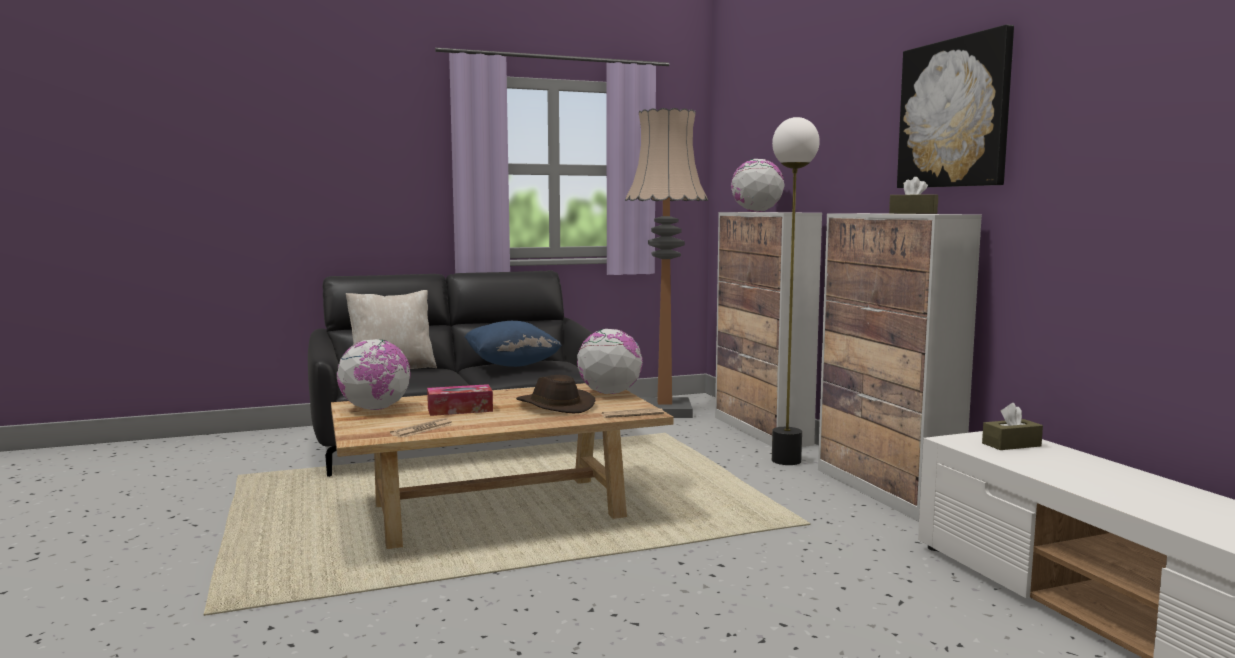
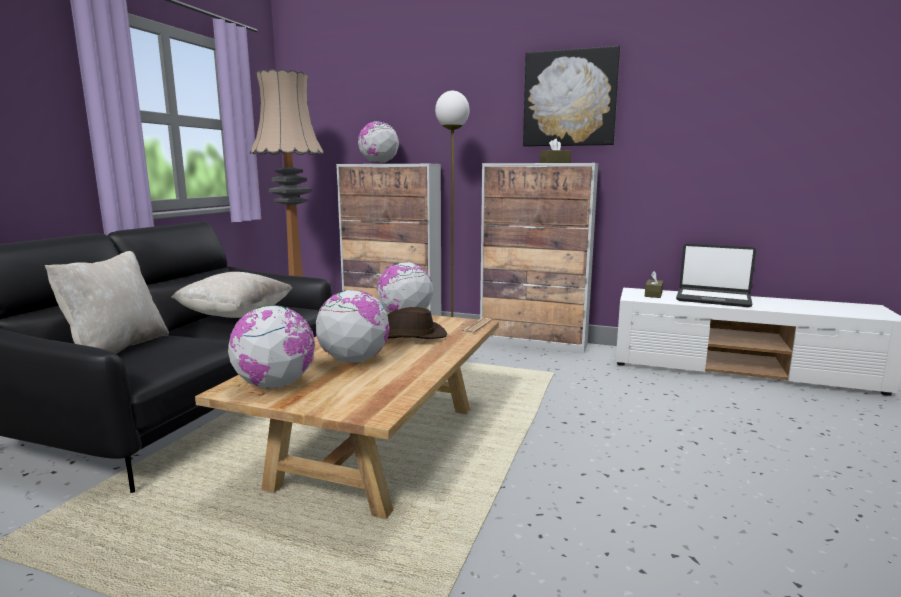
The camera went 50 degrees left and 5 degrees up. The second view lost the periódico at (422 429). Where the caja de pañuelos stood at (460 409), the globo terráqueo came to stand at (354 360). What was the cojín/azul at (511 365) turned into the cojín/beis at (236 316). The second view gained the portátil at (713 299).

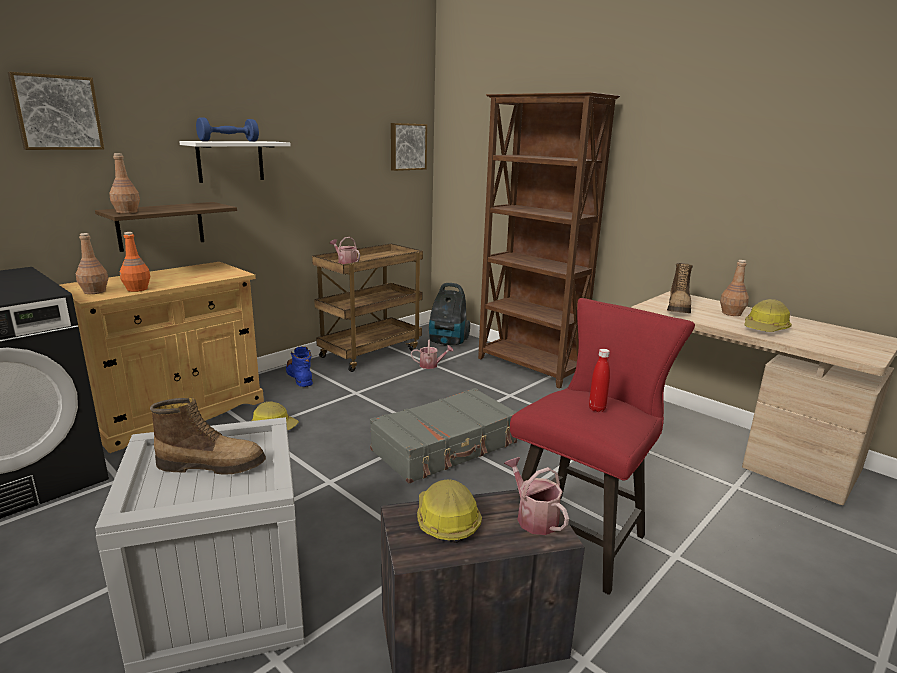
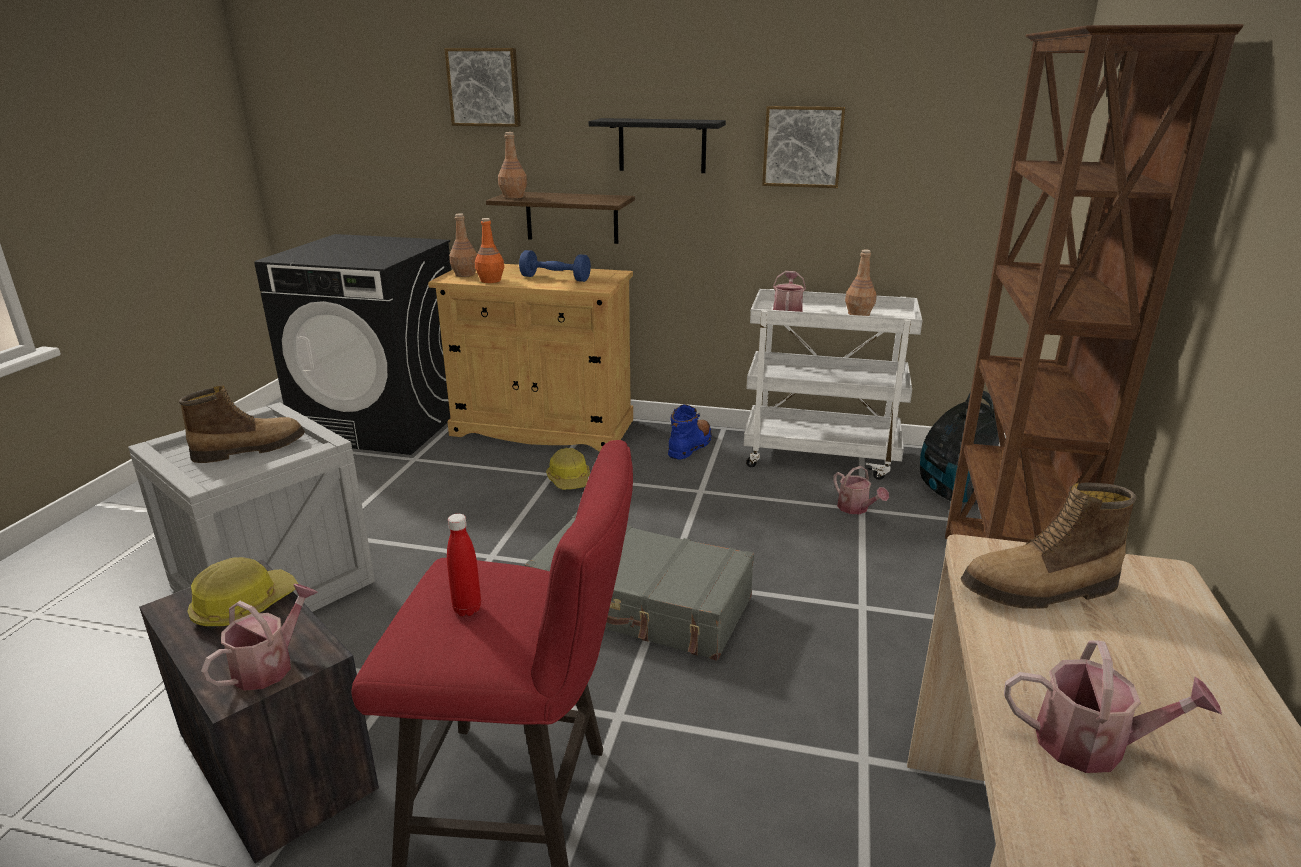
The camera went 60 degrees right and 5 degrees up. The bota at (212 465) ended up facing another way, 90 degrees counterclockwise from before. What was the estante/blanco at (230 161) turned into the estante/negro at (662 145). The mancuerna/azul ended up elsewhere, having gone from (229 141) to (555 278). What was the carrito/marrón at (370 352) turned into the carrito/blanco at (821 456). The cuadro ended up elsewhere, having gone from (407 146) to (803 146). The botella/marrón ended up elsewhere, having gone from (731 313) to (859 314). Where the casco stood at (765 328), the regadera came to stand at (1092 744).

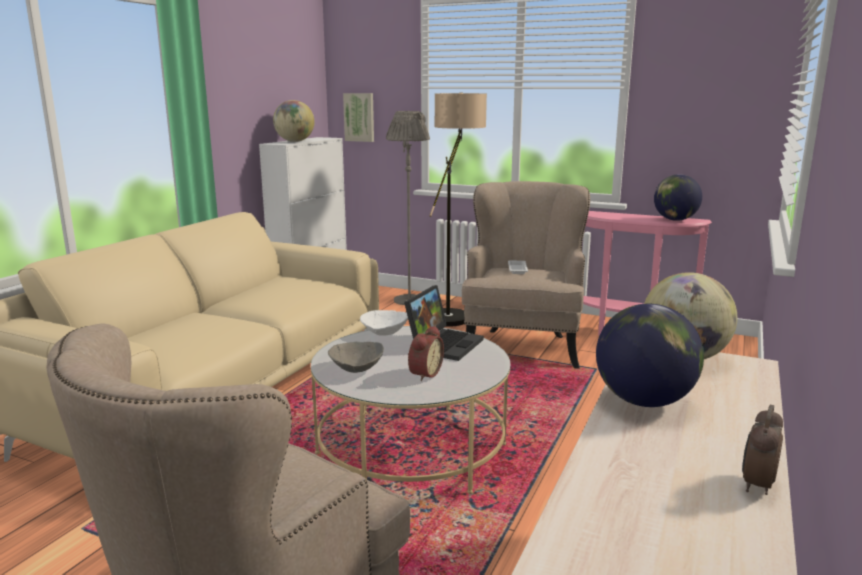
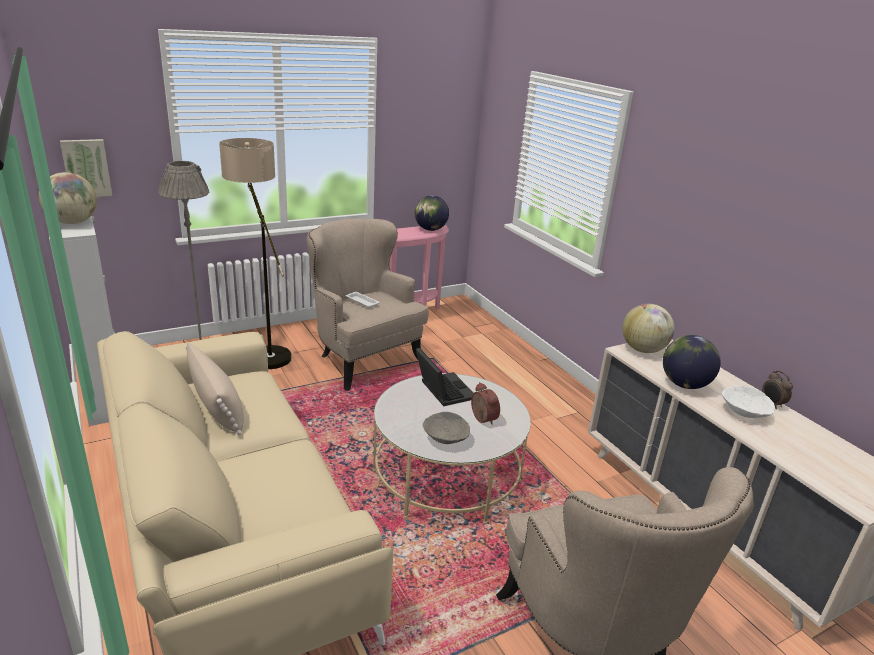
The camera went 55 degrees left and 10 degrees up. The cuenco/blanco ended up elsewhere, having gone from (385 333) to (744 413). The second view gained the cojín/beis at (217 406).

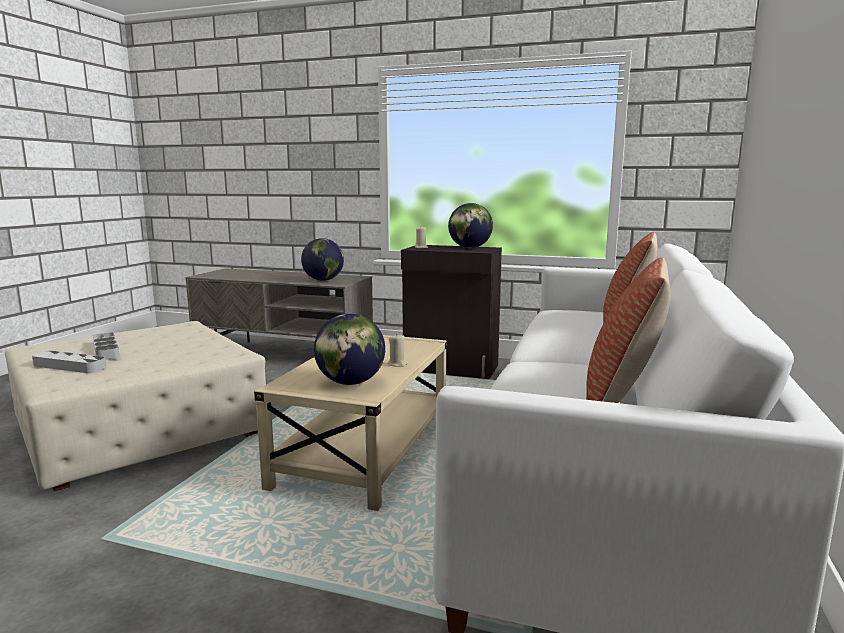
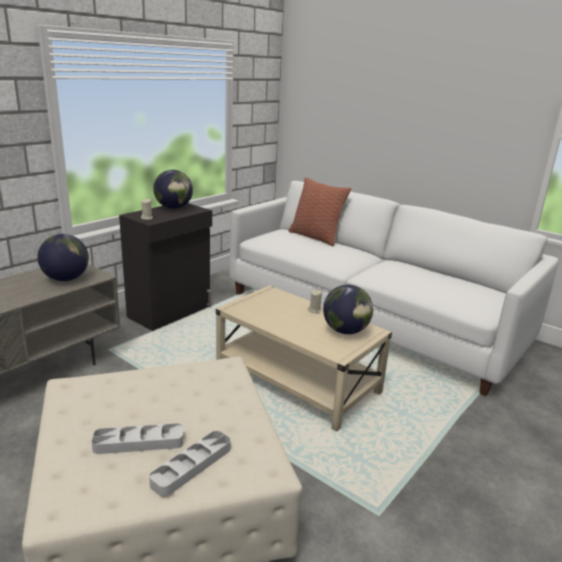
The camera went 70 degrees left and 10 degrees up. The second view lost the cojín at (622 401).

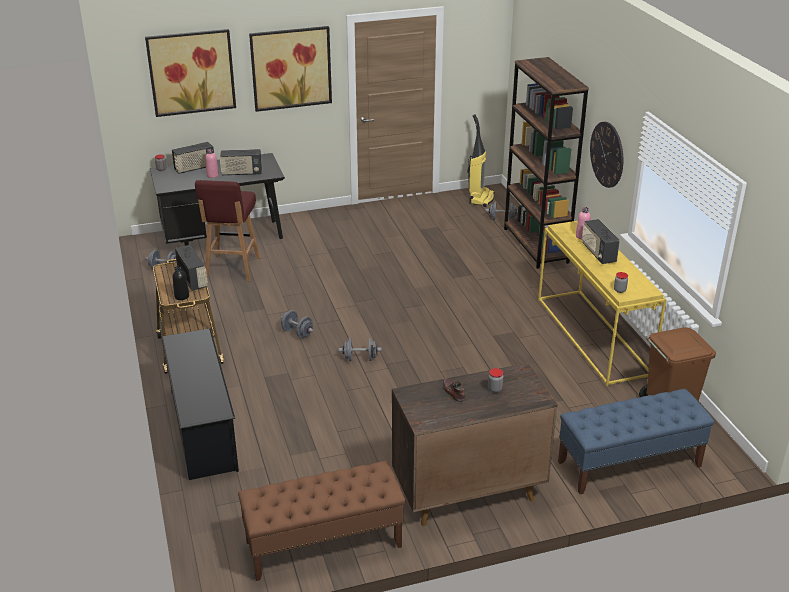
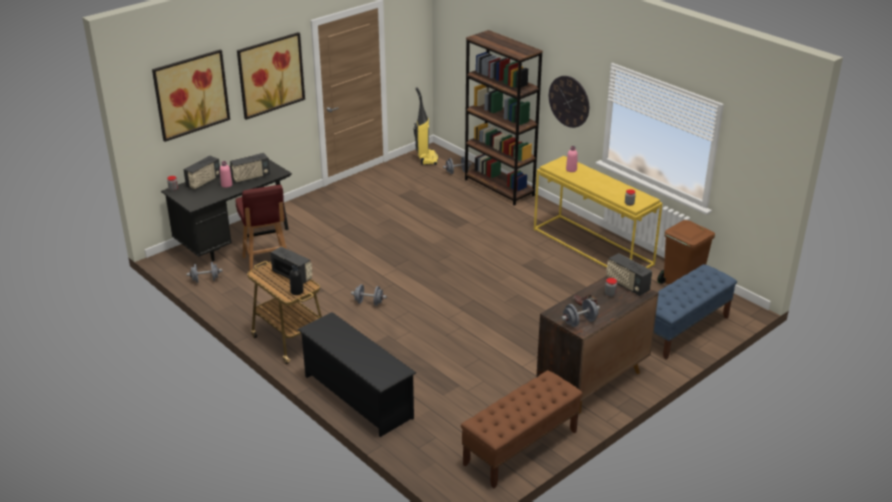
The camera went 25 degrees left and 0 degrees up. The mancuerna/gris ended up elsewhere, having gone from (360 358) to (579 322). The radio ended up elsewhere, having gone from (598 253) to (627 285).

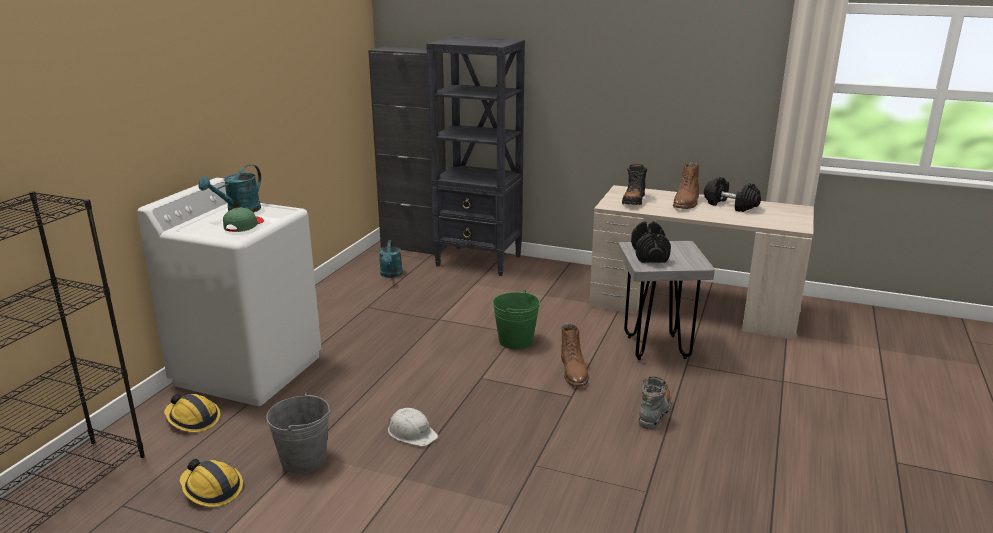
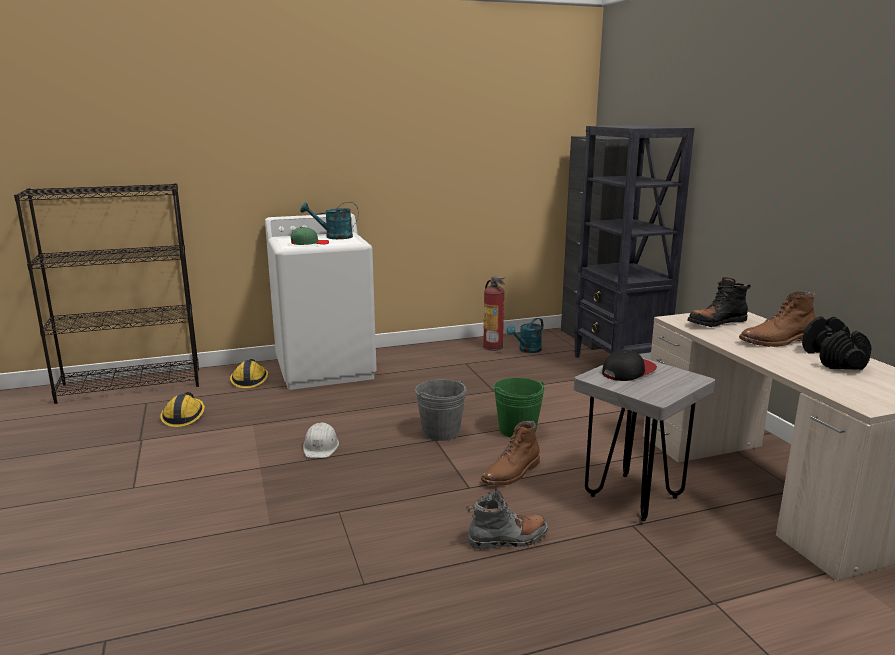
The camera went 50 degrees right and 5 degrees down. The cubo/gris ended up elsewhere, having gone from (303 459) to (441 432). Where the mancuerna/negro stood at (649 254), the gorra came to stand at (628 372). The second view gained the extintor at (493 347).

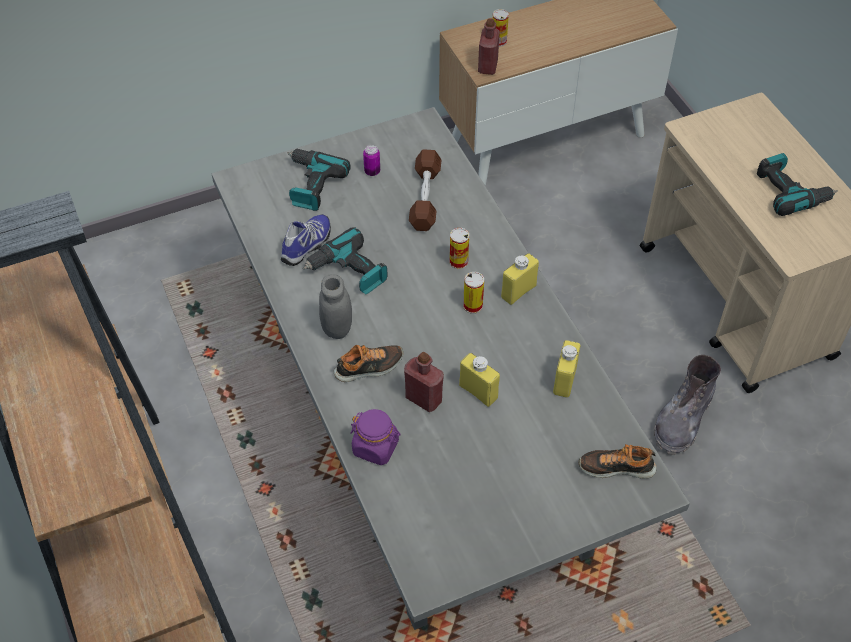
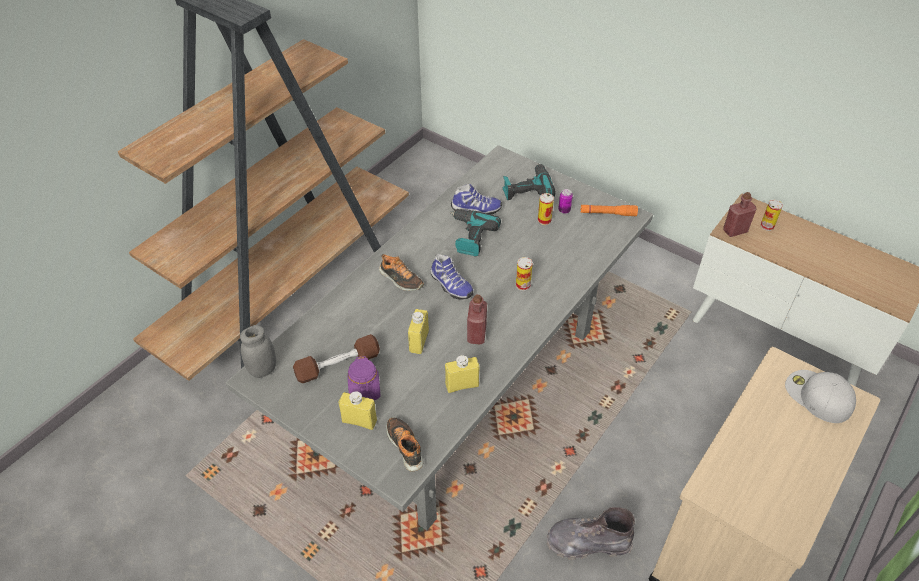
The camera went 60 degrees right and 5 degrees down. The tarro/gris ended up elsewhere, having gone from (337 328) to (263 370). The tarro/morado ended up elsewhere, having gone from (376 447) to (365 390). The botella/rojo ended up elsewhere, having gone from (423 398) to (476 334). The mancuerna/marrón ended up elsewhere, having gone from (425 198) to (338 365). The lata ended up elsewhere, having gone from (473 306) to (544 220). The botella/amarillo ended up elsewhere, having gone from (518 291) to (359 421). The second view lost the taladro at (790 192). The second view gained the zapato at (450 285). The second view gained the linterna/naranja at (608 213). The second view gained the gorra/blanco at (817 396).

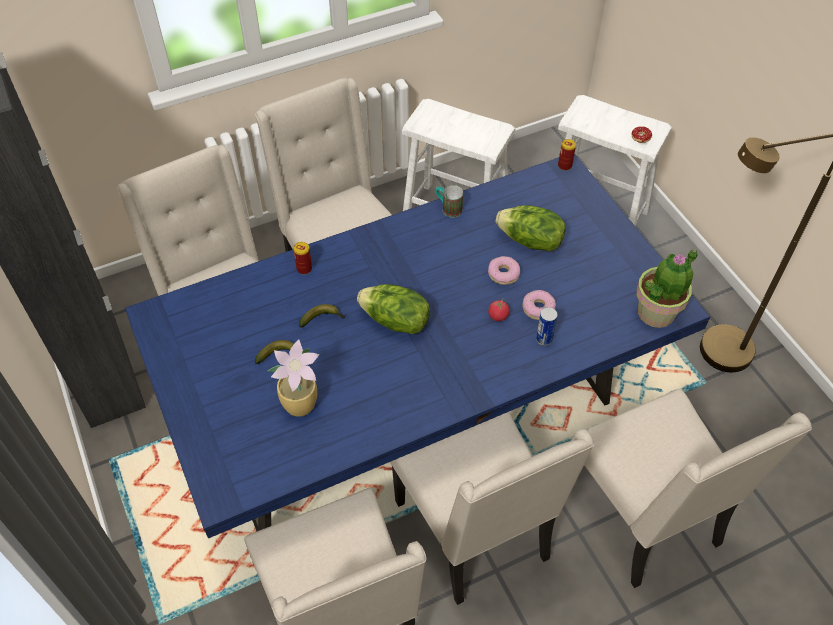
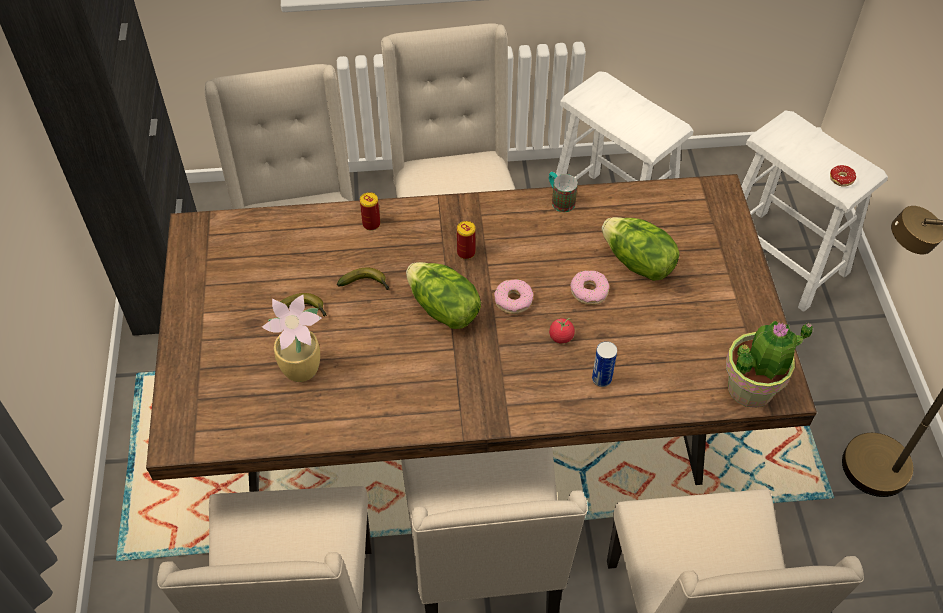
The camera went 20 degrees right and 0 degrees up. What was the mesa de comedor/azul at (415 421) turned into the mesa de comedor/marrón at (469 434). The rosquilla ended up elsewhere, having gone from (538 308) to (513 300). The lata ended up elsewhere, having gone from (564 166) to (466 252).

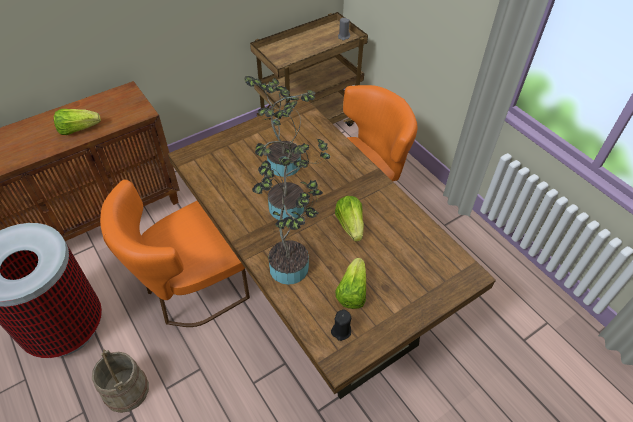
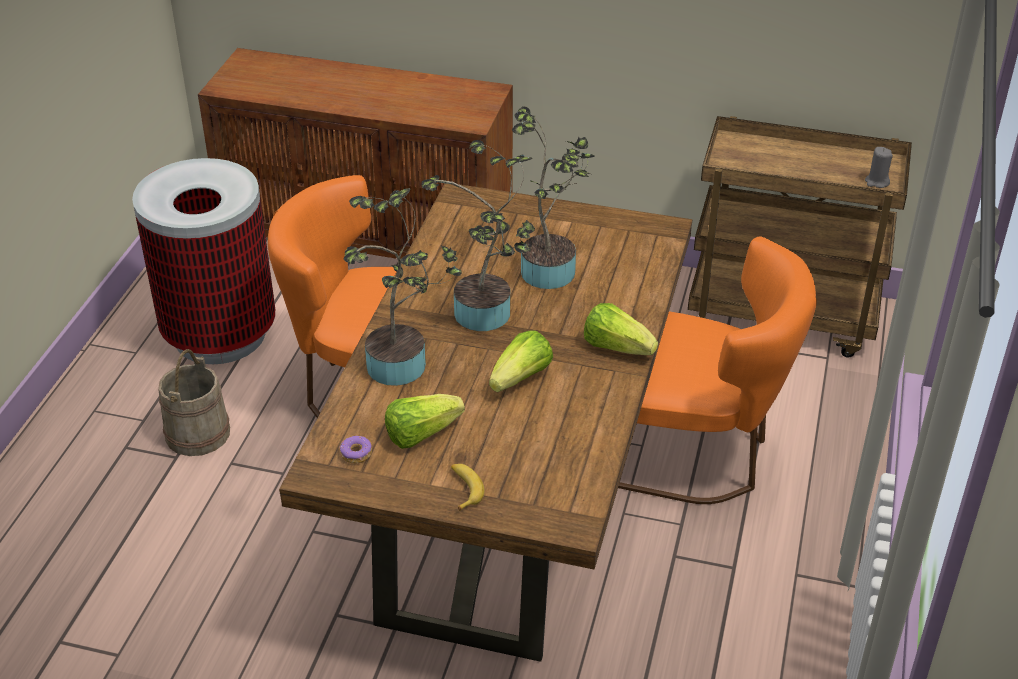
The camera went 50 degrees right and 10 degrees down. The lechuga ended up elsewhere, having gone from (78 129) to (616 347). Where the vela/negro stood at (341 331), the rosquilla came to stand at (356 454). The second view gained the plátano at (464 489).

